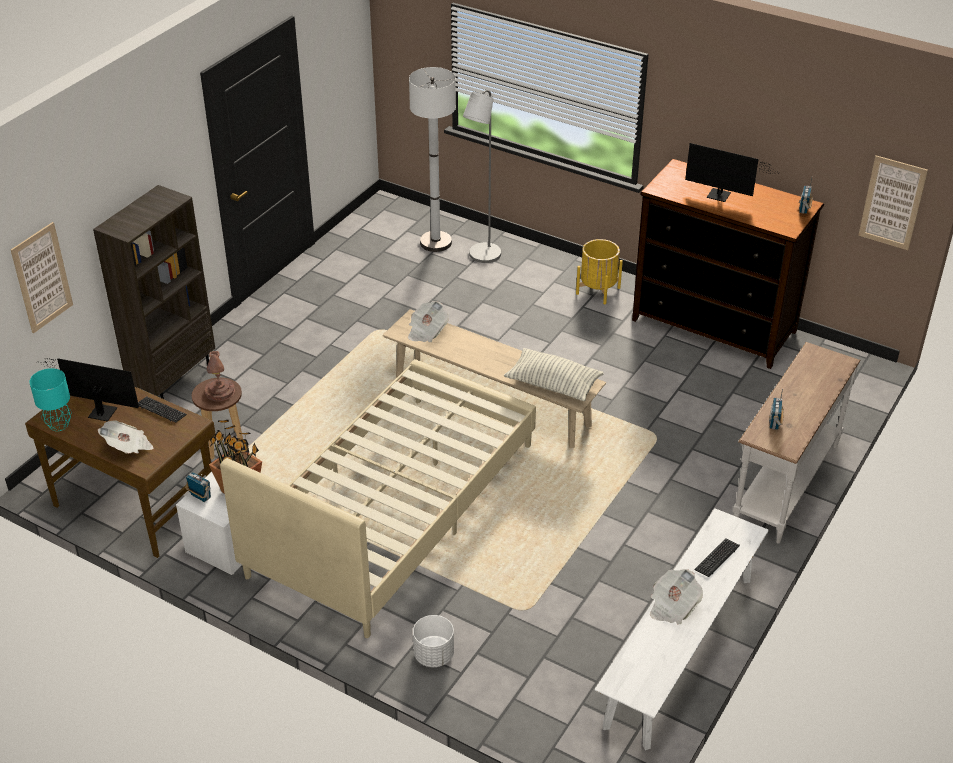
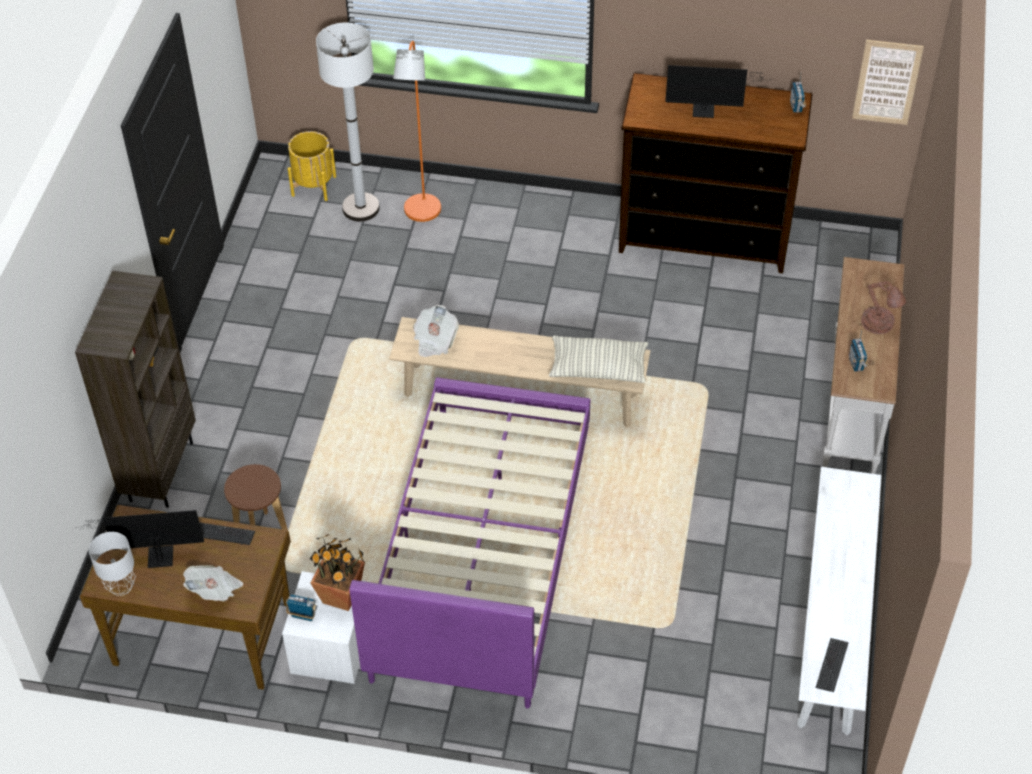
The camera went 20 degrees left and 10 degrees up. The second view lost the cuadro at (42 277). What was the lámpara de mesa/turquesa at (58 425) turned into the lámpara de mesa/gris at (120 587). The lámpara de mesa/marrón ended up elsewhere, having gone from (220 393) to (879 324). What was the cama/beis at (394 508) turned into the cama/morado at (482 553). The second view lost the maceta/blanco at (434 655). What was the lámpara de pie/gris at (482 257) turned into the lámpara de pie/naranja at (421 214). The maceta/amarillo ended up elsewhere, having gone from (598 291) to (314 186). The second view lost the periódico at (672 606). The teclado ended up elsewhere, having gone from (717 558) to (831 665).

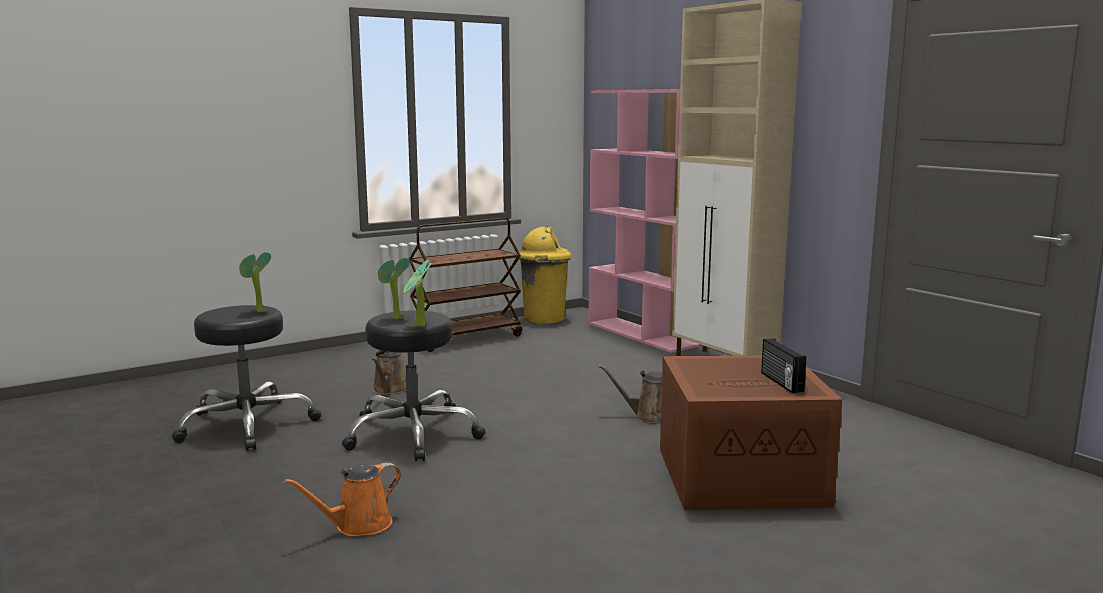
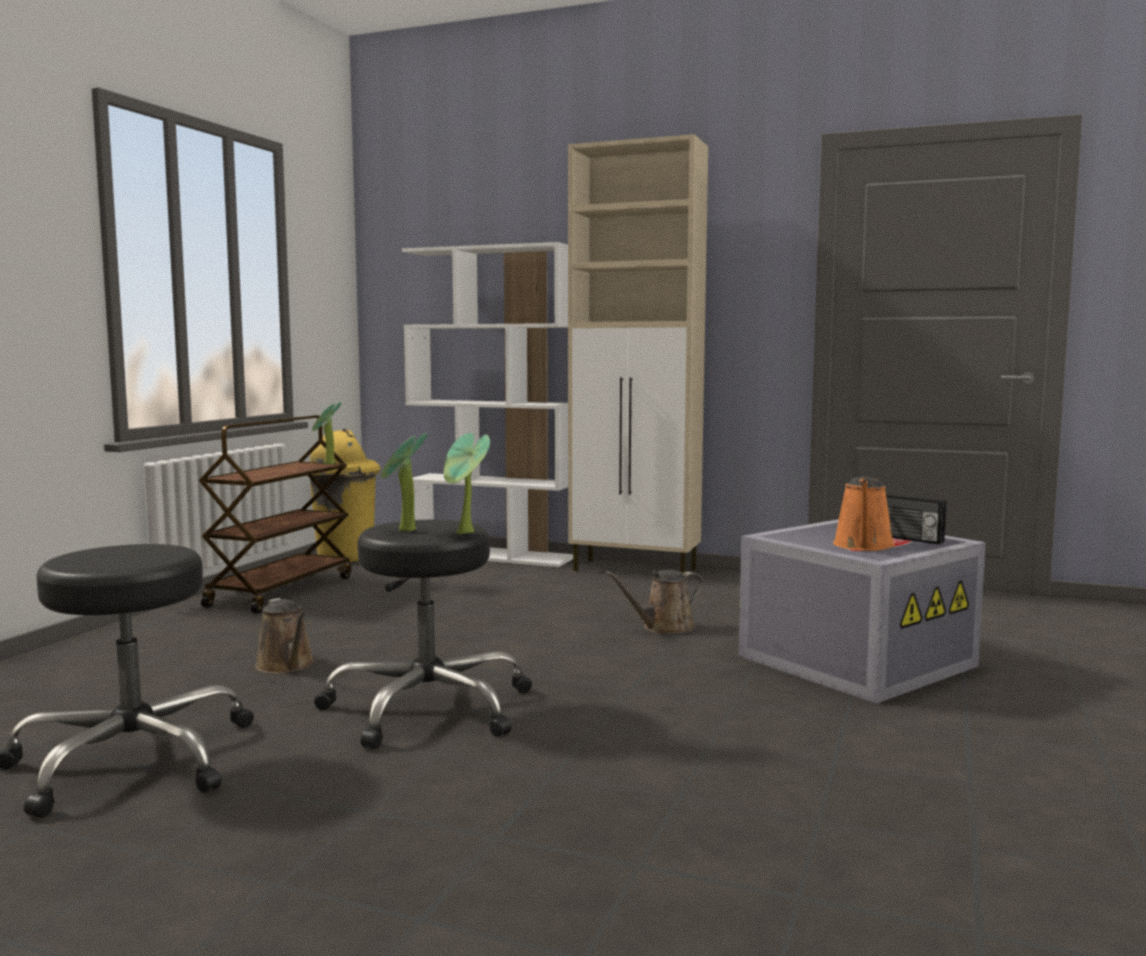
The camera went 35 degrees left and 5 degrees down. The planta en maceta ended up elsewhere, having gone from (257 312) to (327 464). The regadera/naranja ended up elsewhere, having gone from (358 526) to (863 546). What was the estantería/rosa at (642 334) turned into the estantería/blanco at (493 555). What was the caja de almacenaje/marrón at (741 475) turned into the caja de almacenaje/gris at (855 659).

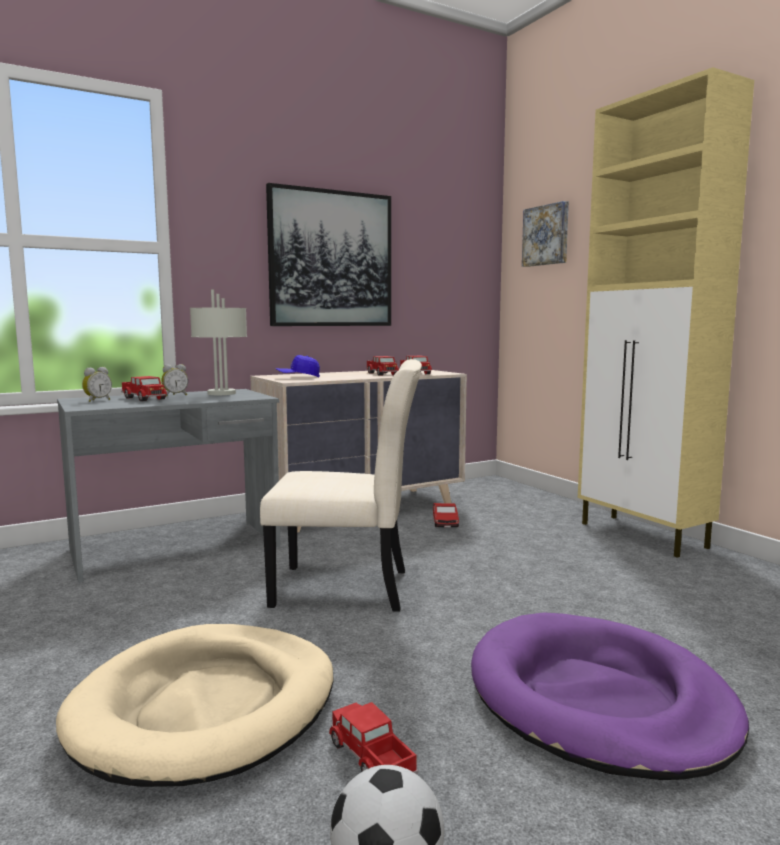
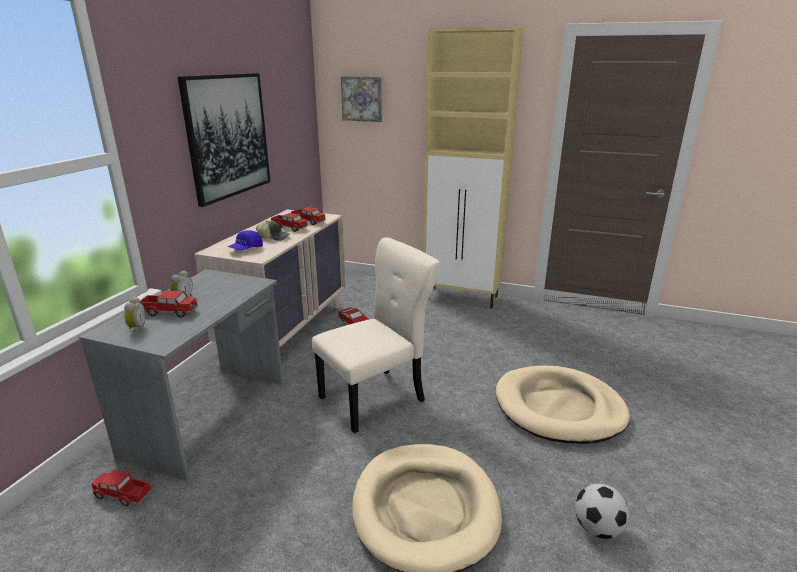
The camera went 40 degrees left and 15 degrees up. The second view lost the lámpara de mesa/gris at (221 393). The camión de juguete ended up elsewhere, having gone from (370 757) to (122 494). What was the cama para perro/morado at (598 700) turned into the cama para perro/beis at (559 408). The second view gained the gorra at (274 237).

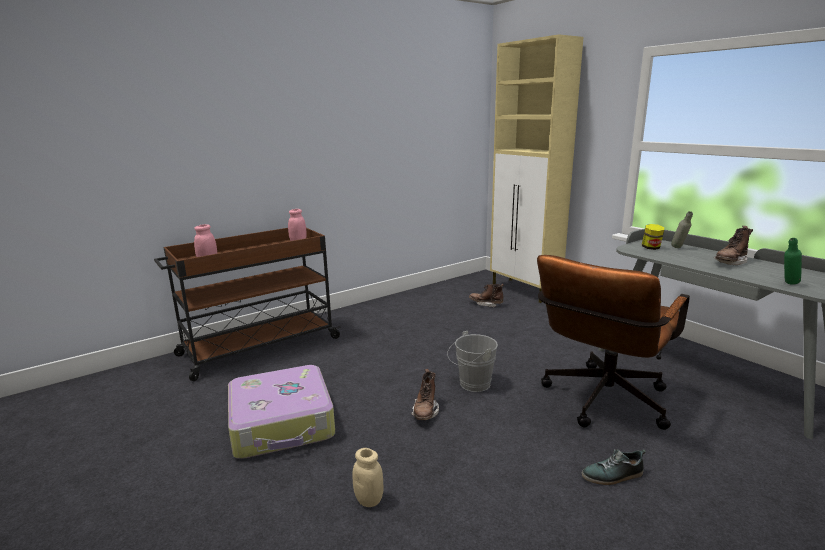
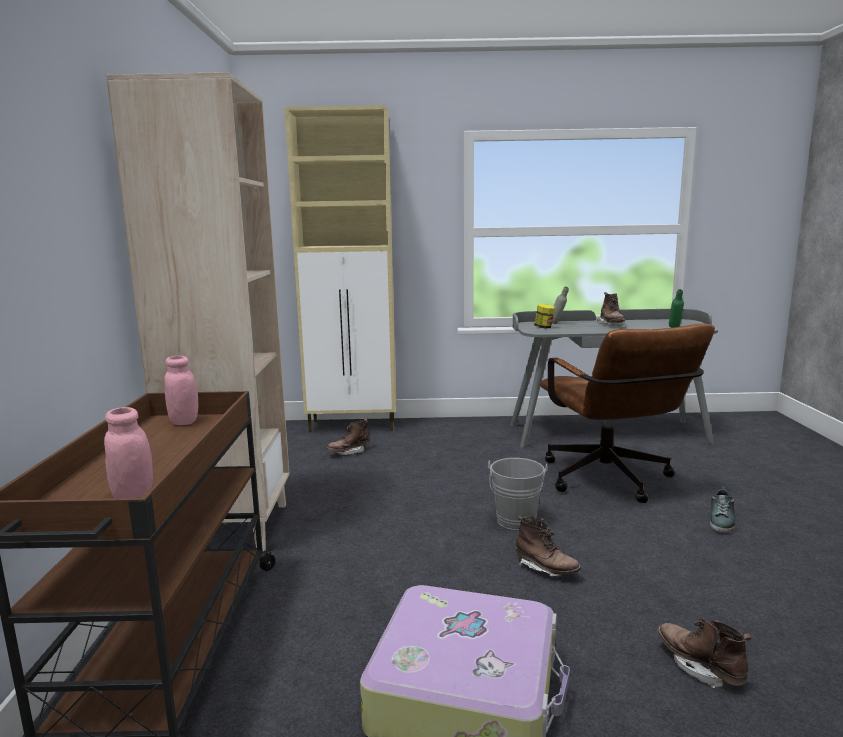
The camera went 55 degrees left and 5 degrees down. Where the tarro/beis stood at (369 500), the bota/marrón came to stand at (699 667). The second view gained the estantería/beis at (233 527).

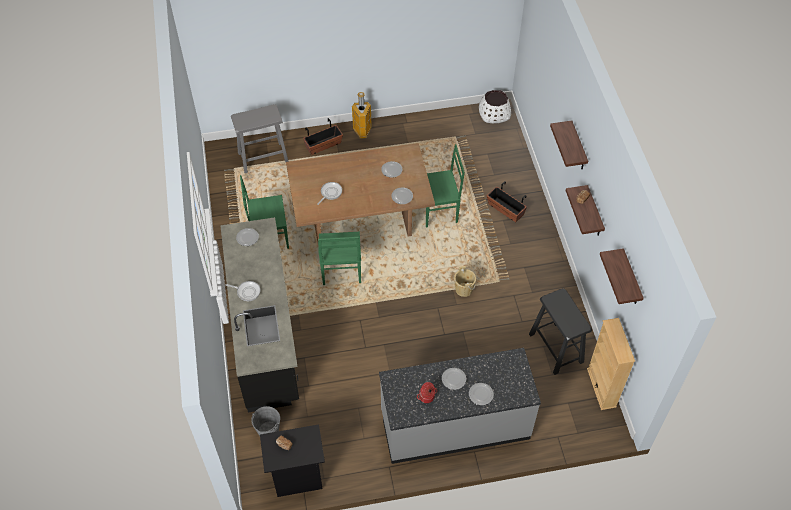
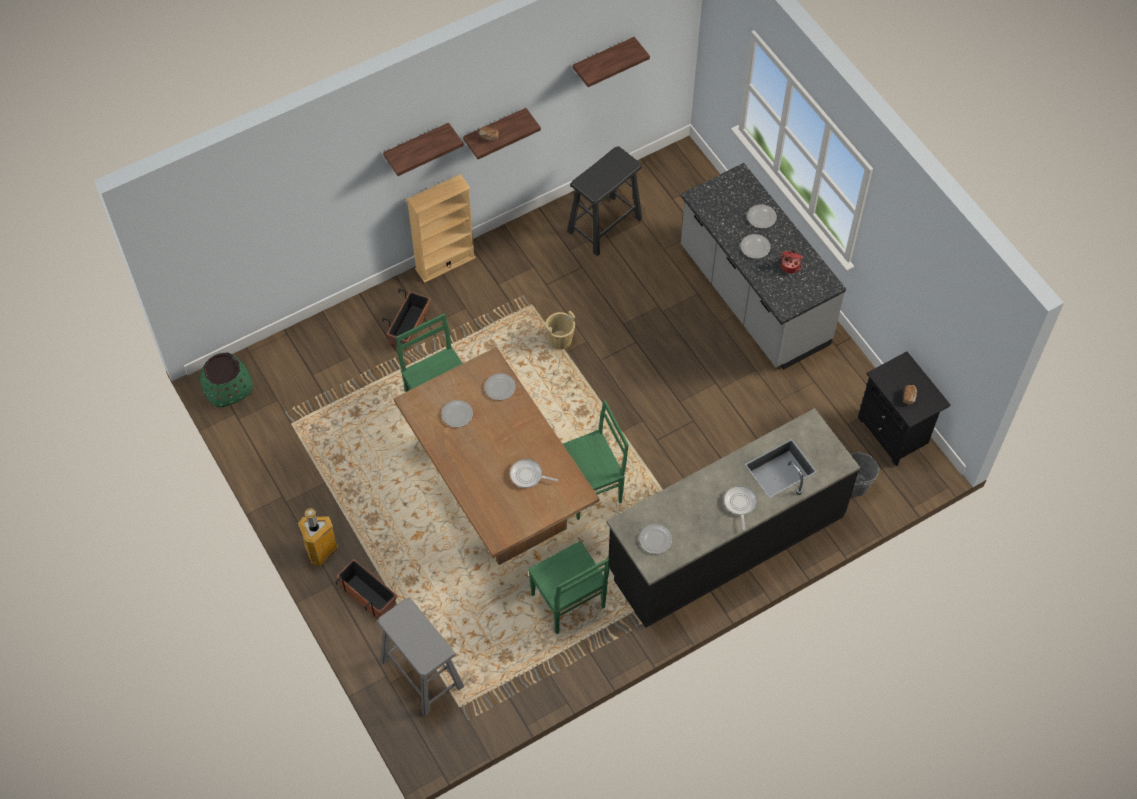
The camera went 110 degrees left and 5 degrees up. What was the maceta/blanco at (494 114) turned into the maceta/verde at (227 386). The estantería/beis ended up elsewhere, having gone from (601 387) to (445 263).

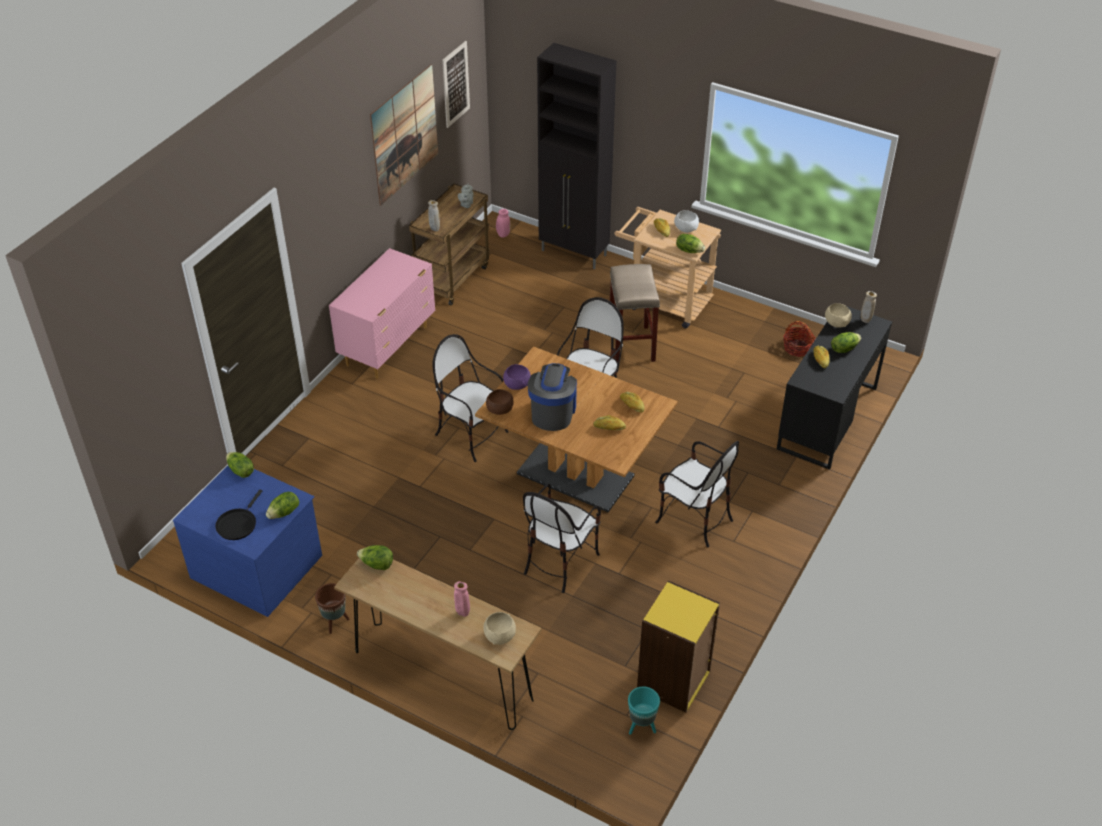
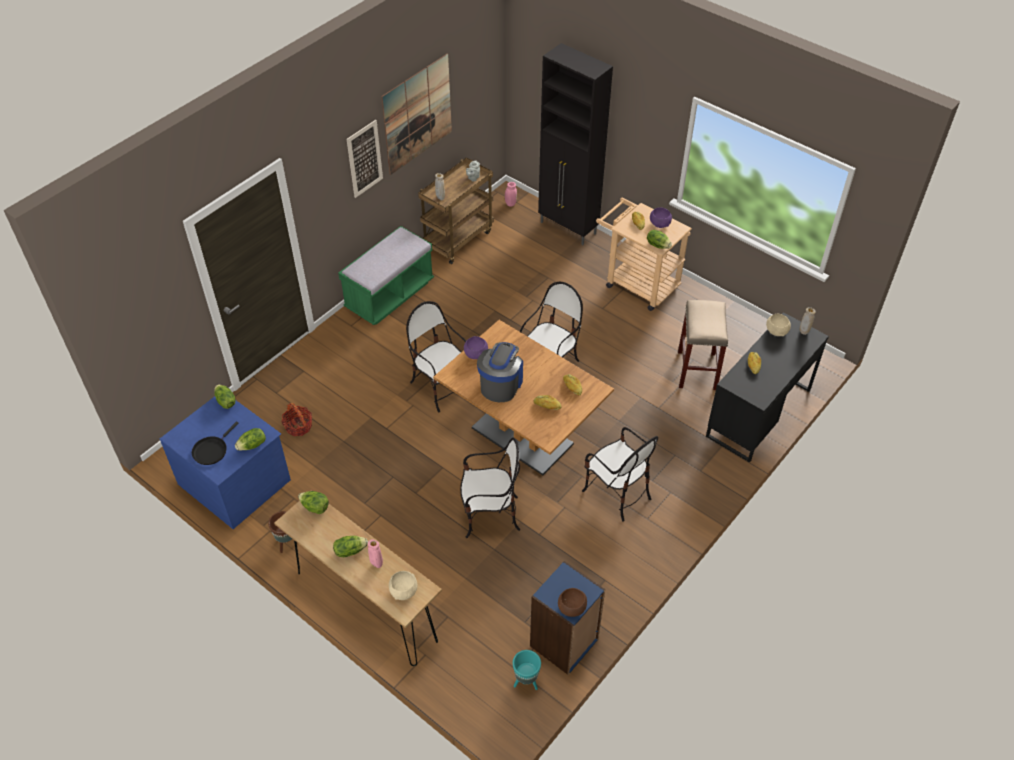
The camera went 10 degrees right and 5 degrees up. Where the cómoda/rosa stood at (388 346), the banco/verde came to stand at (389 295). The cuadro ended up elsewhere, having gone from (456 84) to (364 159). The cuenco/marrón ended up elsewhere, having gone from (500 410) to (571 608). The silla at (559 561) ended up facing another way, 135 degrees counterclockwise from before. The taburete/beis ended up elsewhere, having gone from (630 344) to (696 370). What was the estantería/amarillo at (674 681) turned into the estantería/azul at (564 643). What was the cuenco/blanco at (685 229) turned into the cuenco/morado at (659 224). The cesta ended up elsewhere, having gone from (797 348) to (298 426). The lechuga ended up elsewhere, having gone from (844 348) to (350 550).

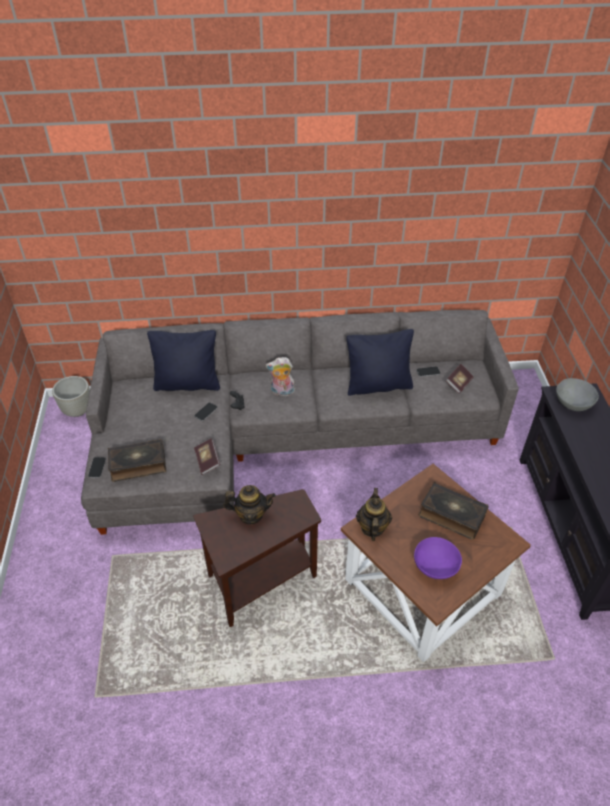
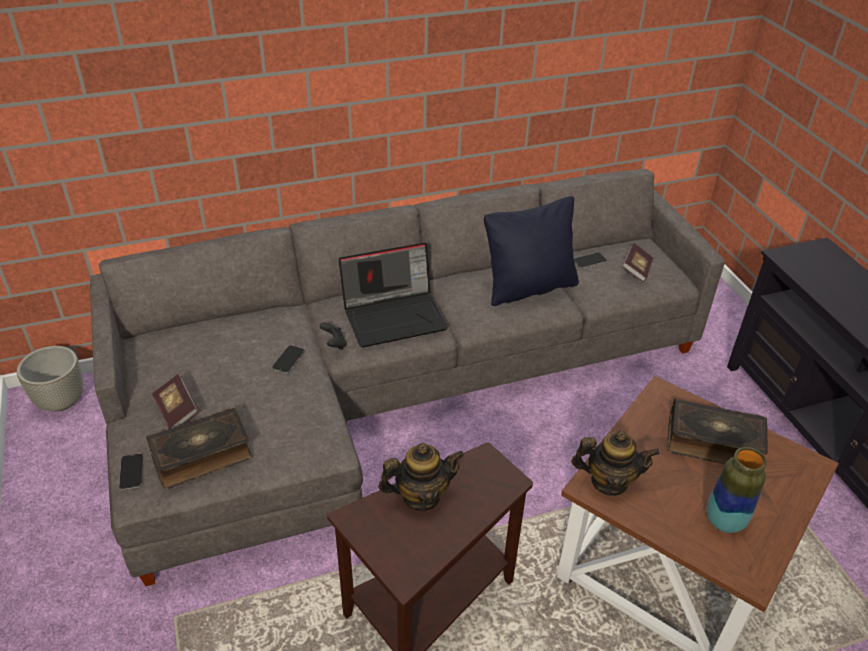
The camera went 15 degrees left and 5 degrees down. The second view lost the cojín/negro at (187 384). The libro ended up elsewhere, having gone from (207 461) to (177 410). Where the peluche stood at (281 392), the portátil came to stand at (395 316). The tetera at (372 527) ended up facing another way, 105 degrees clockwise from before. Where the cuenco/morado stood at (435 567), the florero came to stand at (724 521). The second view lost the cuenco/gris at (572 403).

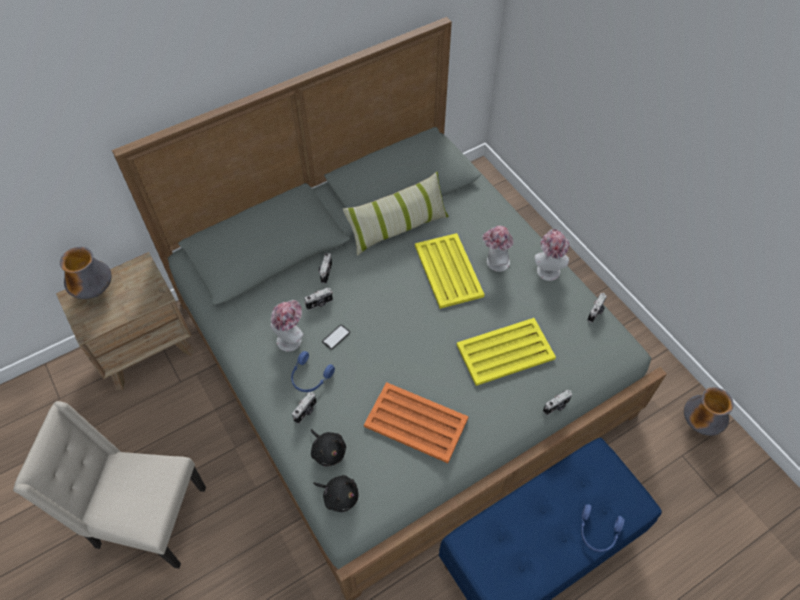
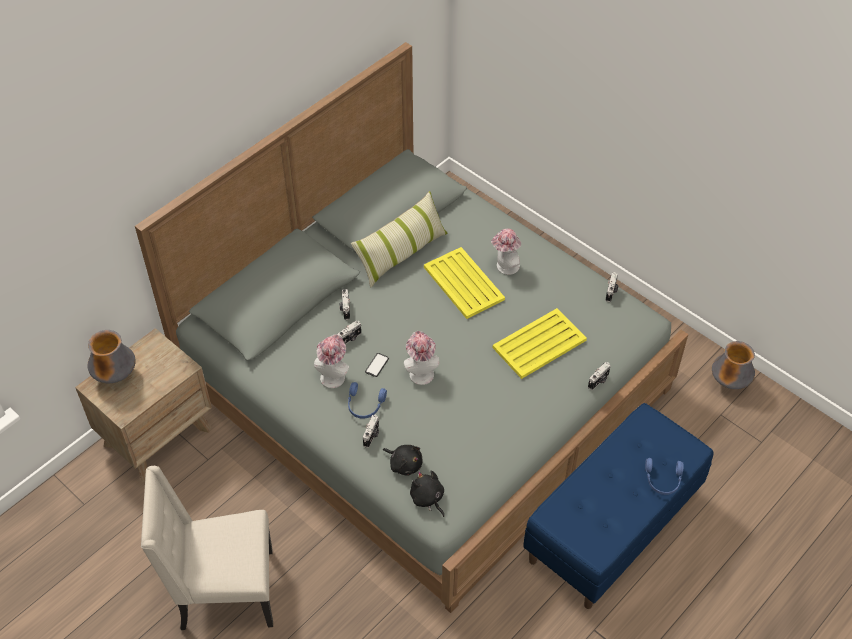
The camera went 15 degrees left and 5 degrees down. The peluche/negro at (339 496) ended up facing another way, 135 degrees counterclockwise from before. The second view lost the bandeja/naranja at (417 423). The sombrero ended up elsewhere, having gone from (548 268) to (420 371).

